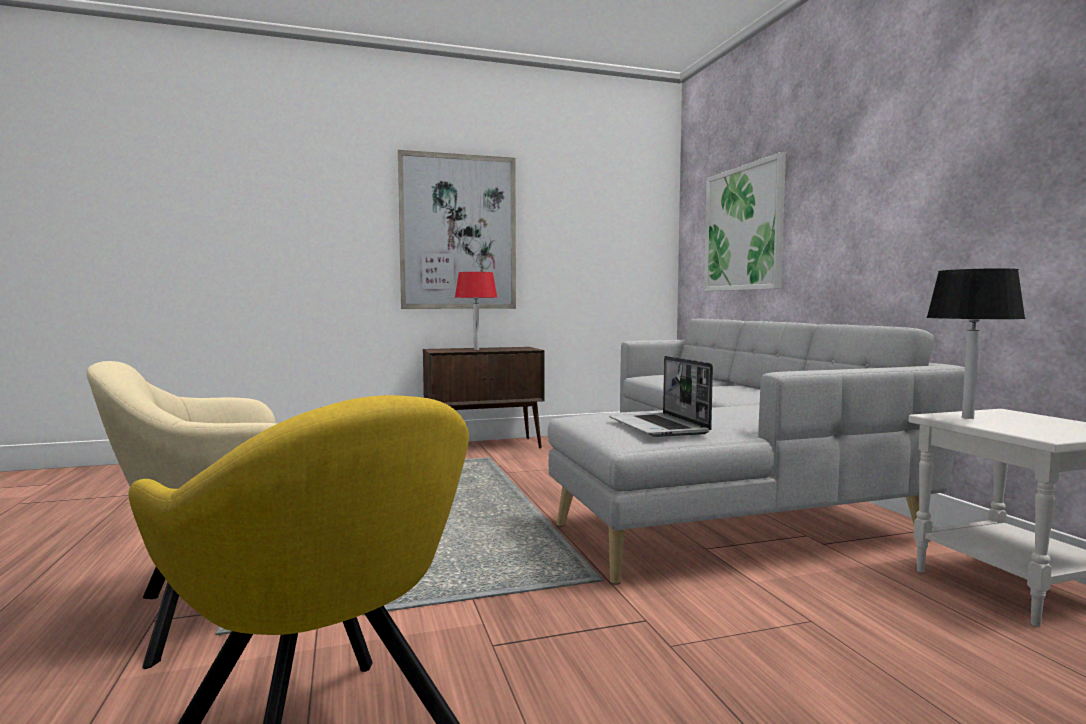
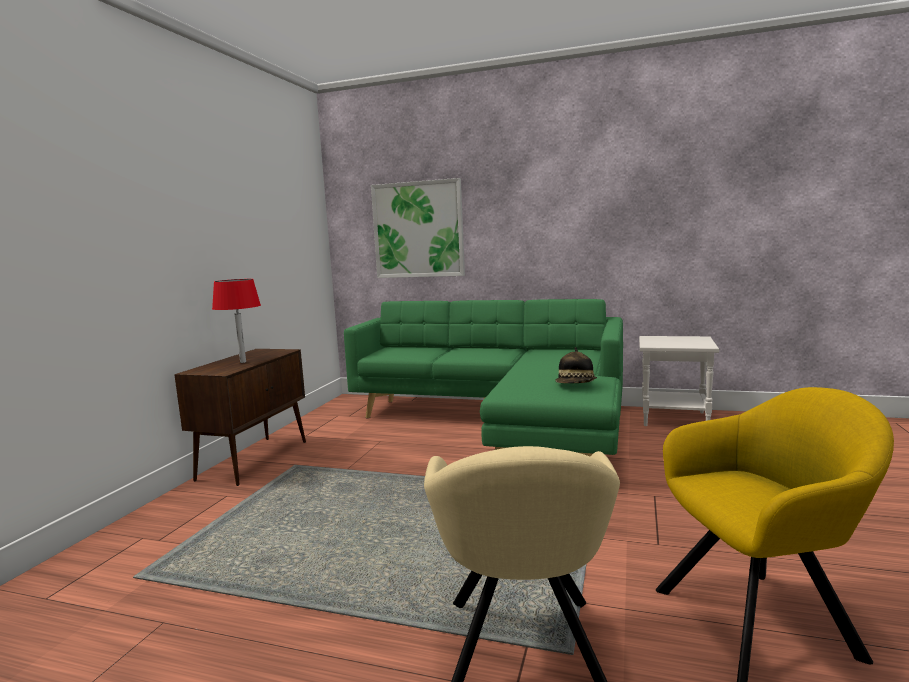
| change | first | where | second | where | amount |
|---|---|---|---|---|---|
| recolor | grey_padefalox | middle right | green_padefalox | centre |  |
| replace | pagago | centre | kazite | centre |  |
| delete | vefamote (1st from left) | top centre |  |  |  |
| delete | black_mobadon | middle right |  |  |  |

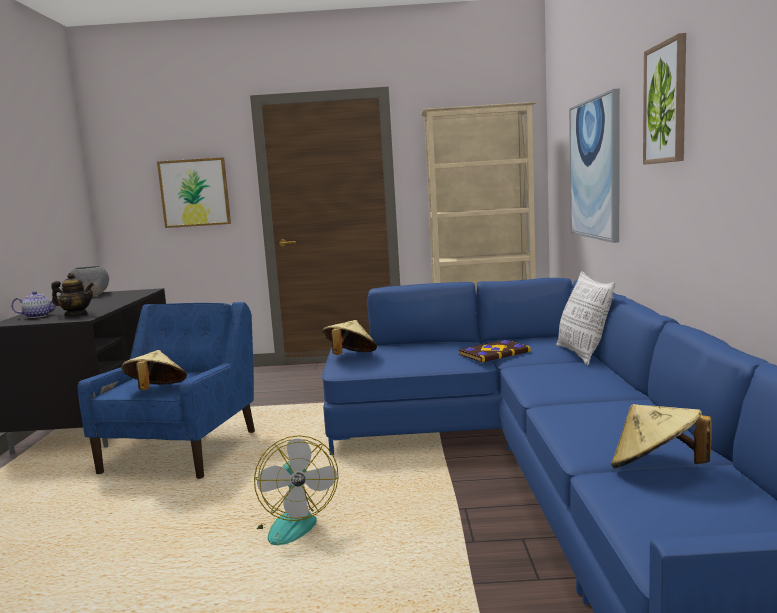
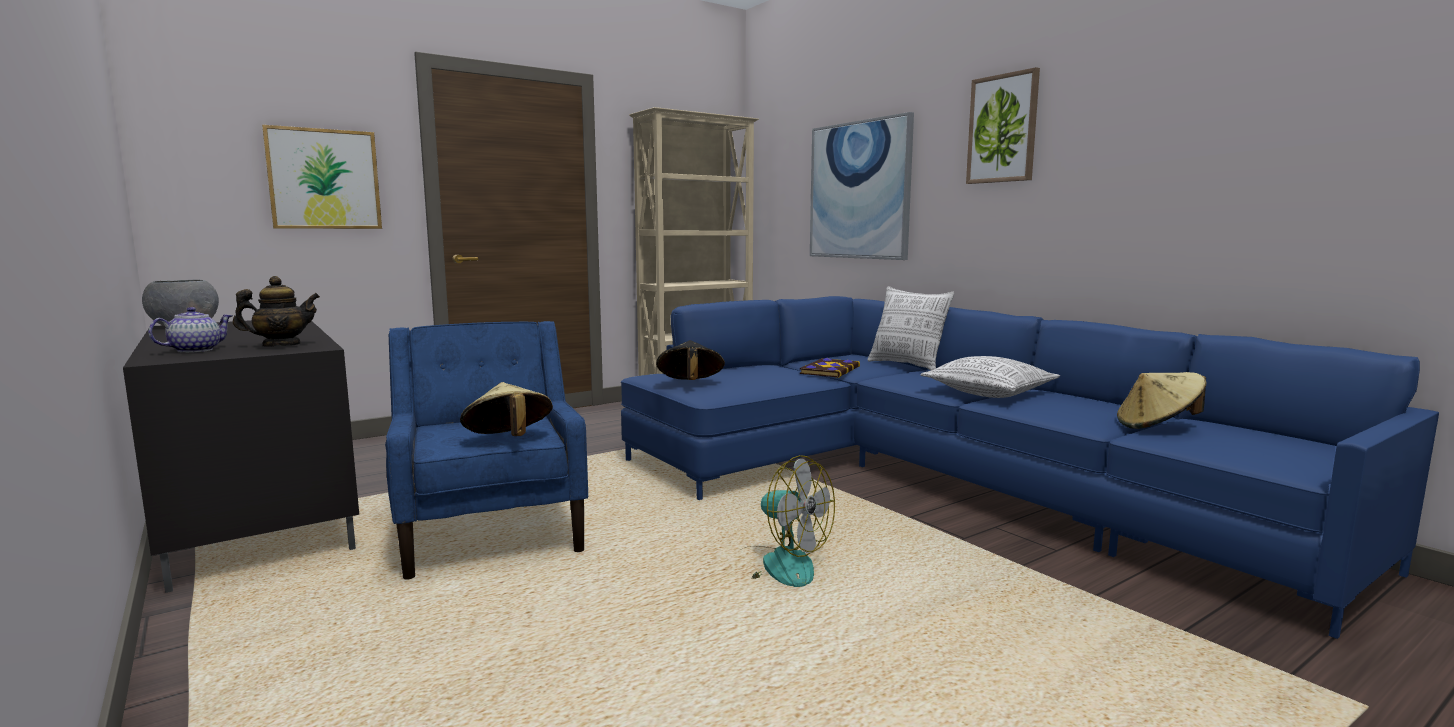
| change | first | where | second | where | amount |
|---|---|---|---|---|---|
| recolor | beige_kazite (2nd from left) | centre | black_kazite | centre |  |
| insert |  |  | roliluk (2nd from left) | middle right |  |

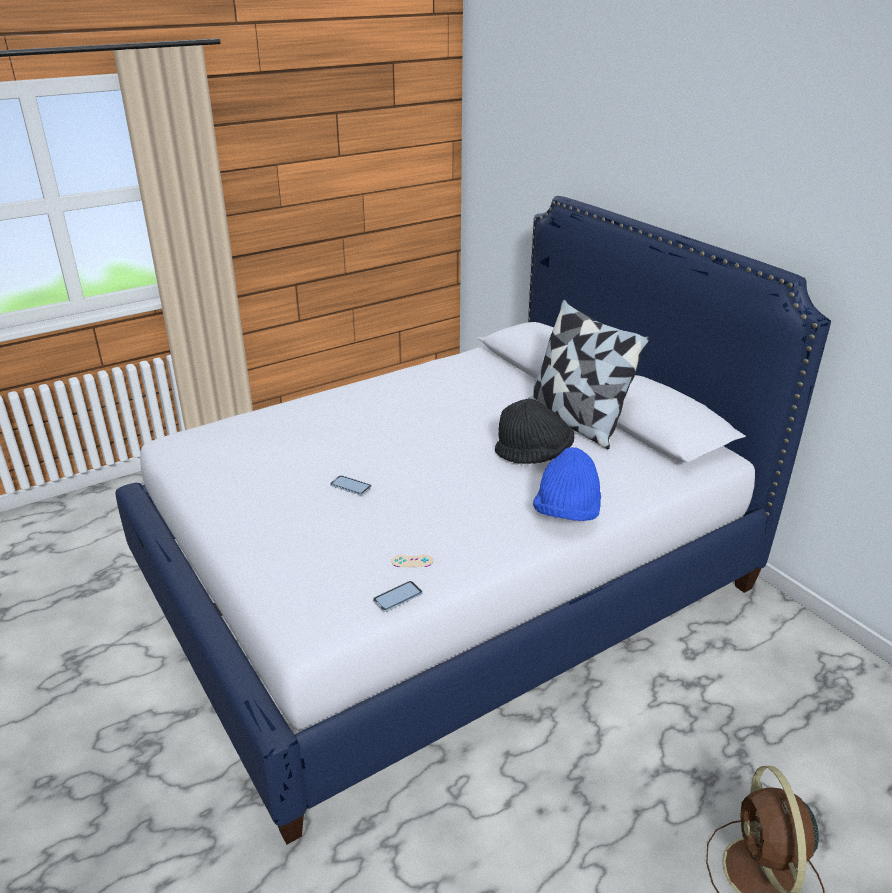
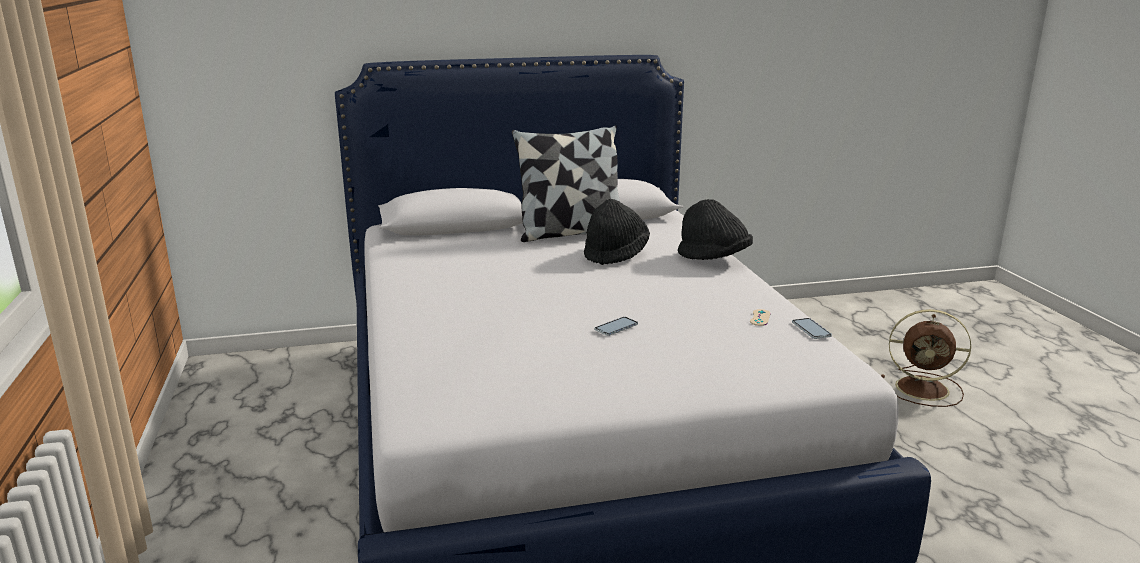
| change | first | where | second | where | amount |
|---|---|---|---|---|---|
| recolor | blue_kazite | centre | black_kazite (2nd from left) | centre |  |

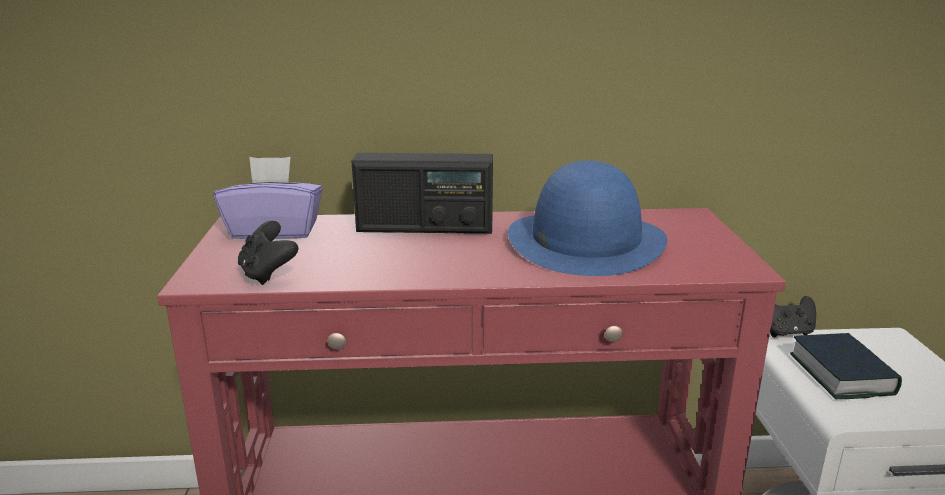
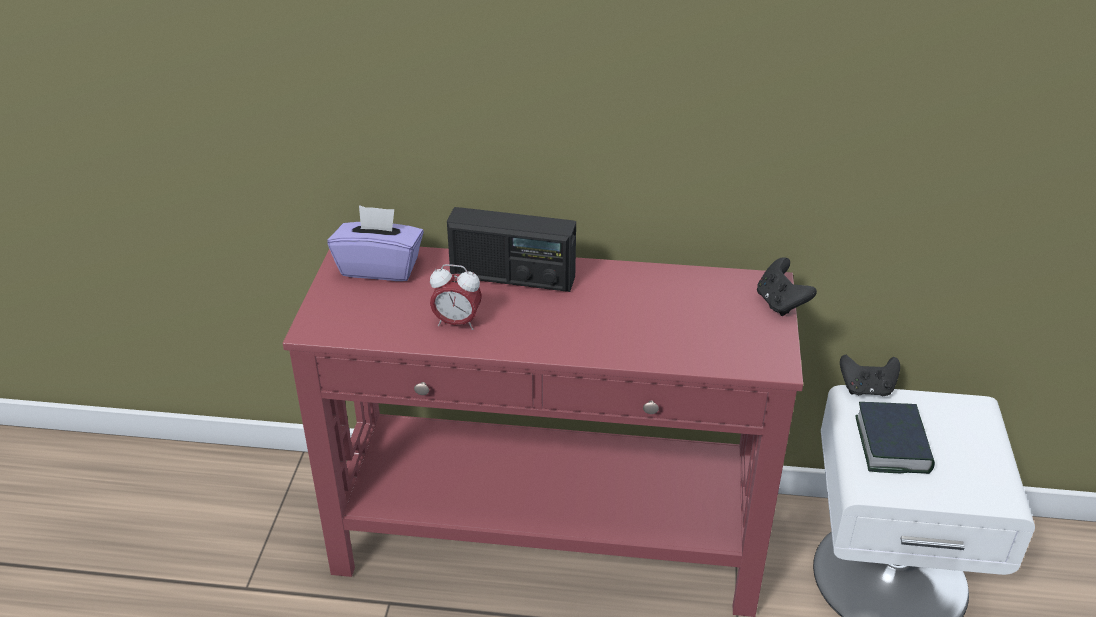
| change | first | where | second | where | amount |
|---|---|---|---|---|---|
| insert |  |  | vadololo | centre |  |
| move | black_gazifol (1st from left) | middle left |  | middle right |  |
| delete | blue_kazite | centre |  |  |  |

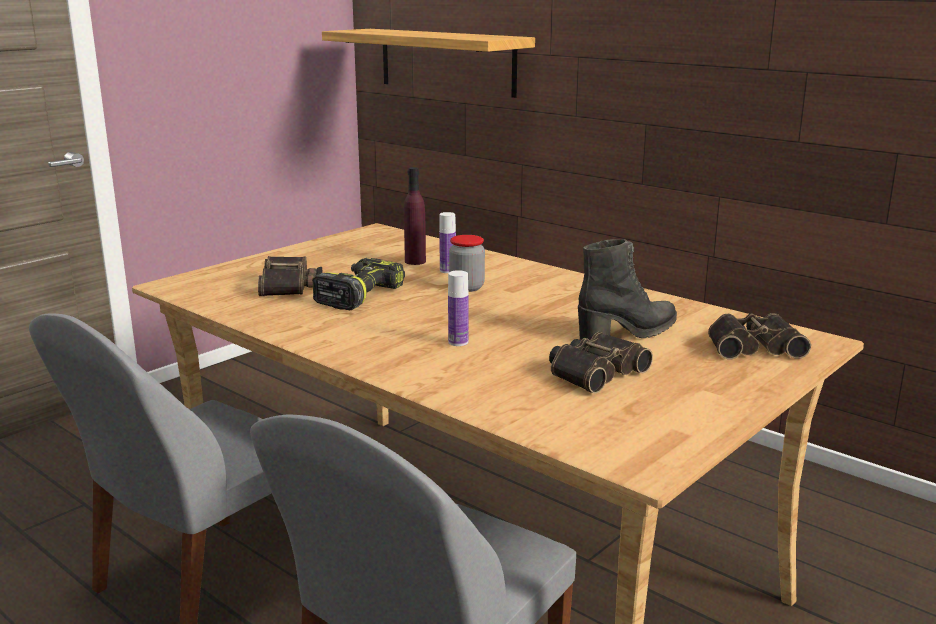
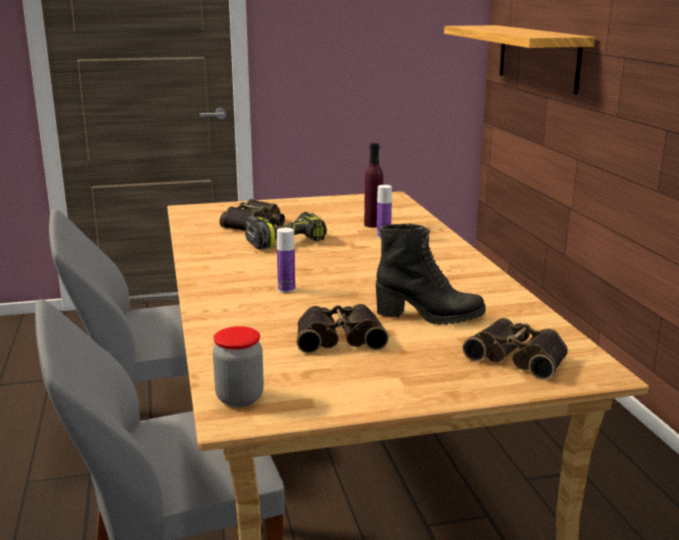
| change | first | where | second | where | amount |
|---|---|---|---|---|---|
| move | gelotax | centre |  | bottom centre |  |

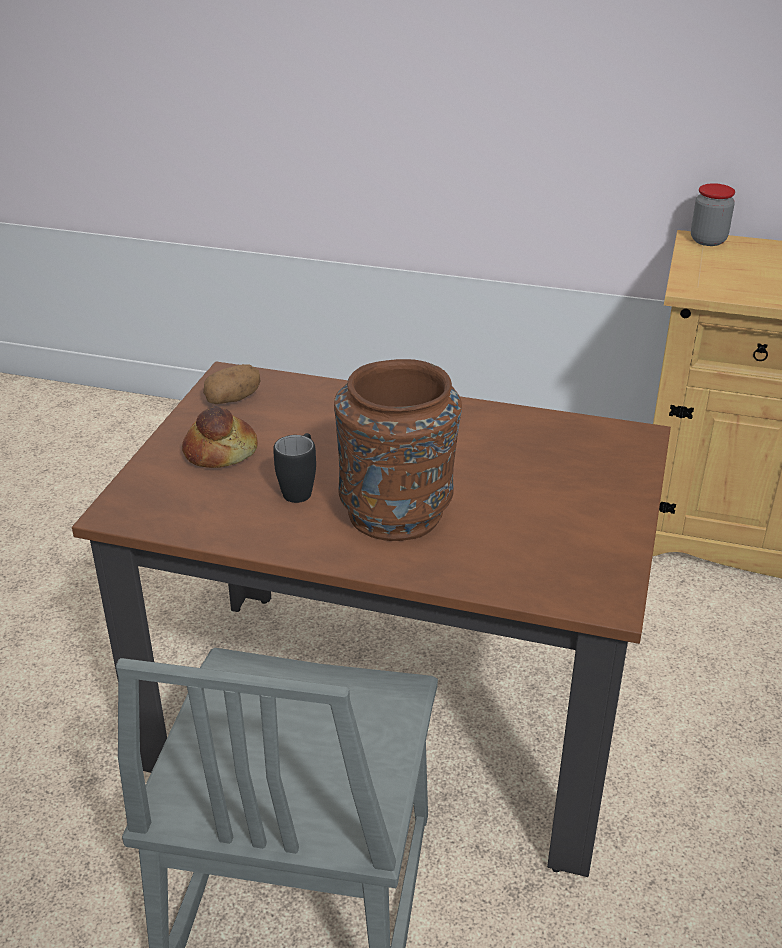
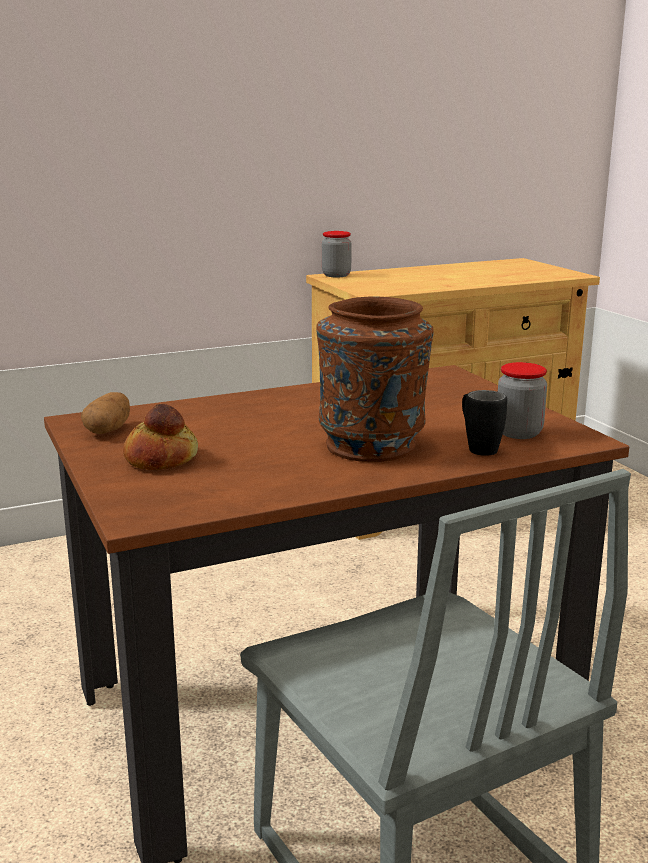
| change | first | where | second | where | amount |
|---|---|---|---|---|---|
| move | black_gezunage | centre |  | middle right |  |
| insert |  |  | gelotax (2nd from left) | middle right |  |

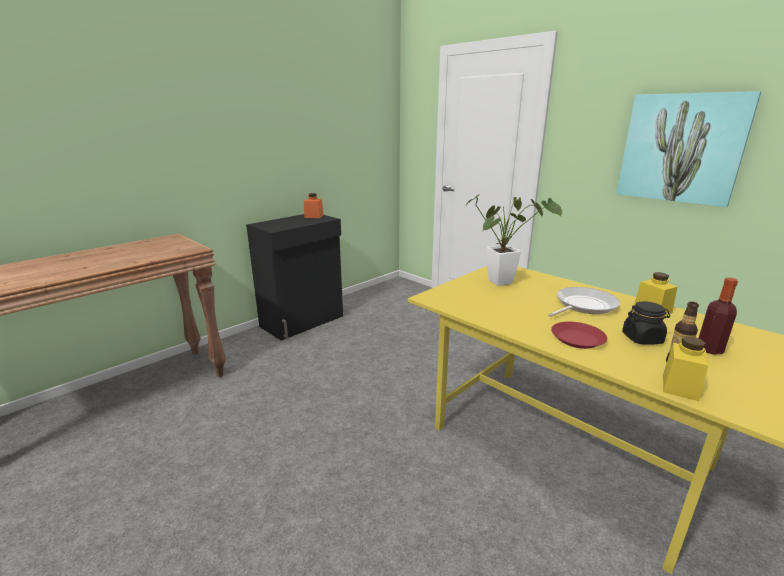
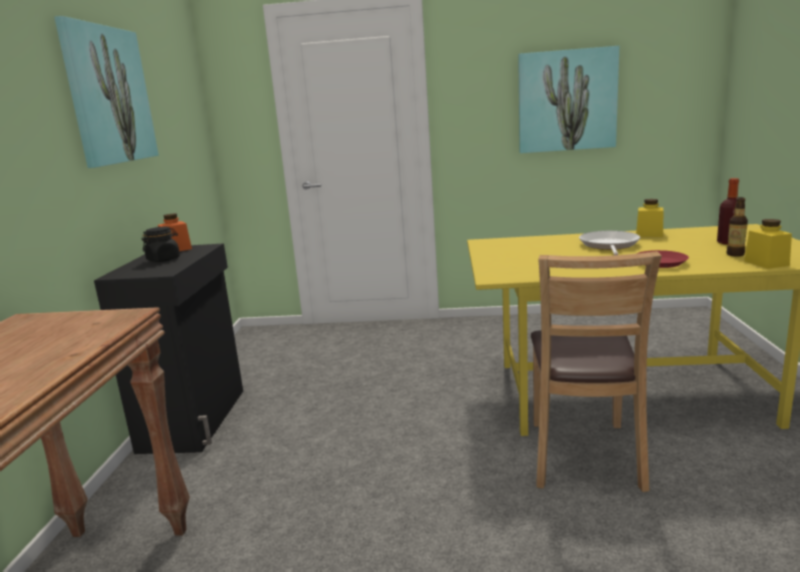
| change | first | where | second | where | amount |
|---|---|---|---|---|---|
| insert |  |  | vefamote (1st from left) | top left |  |
| move | black_gelotax | middle right |  | middle left |  |
| insert |  |  | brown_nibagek | middle right |  |
| delete | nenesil | centre |  |  |  |

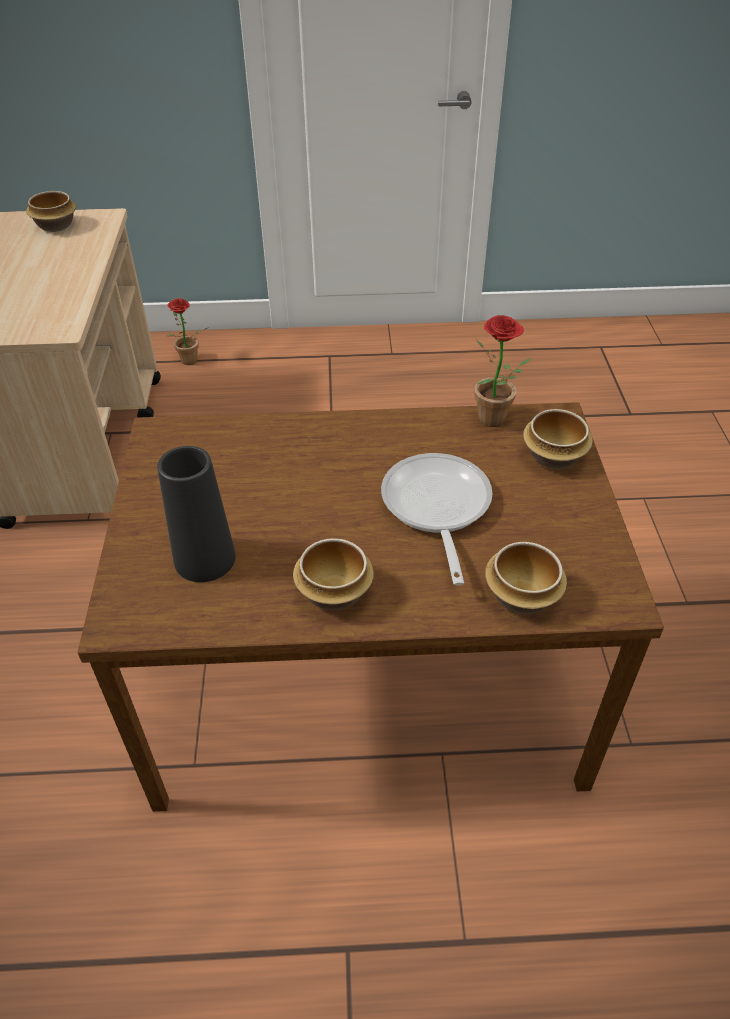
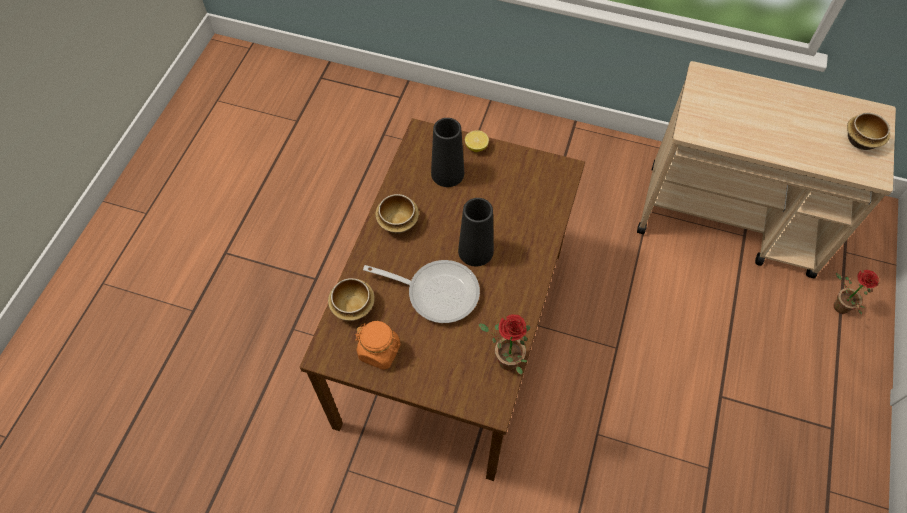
| change | first | where | second | where | amount |
|---|---|---|---|---|---|
| insert |  |  | orange_gelotax | bottom centre |  |
| insert |  |  | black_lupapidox (2nd from left) | centre |  |
| insert |  |  | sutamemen | top centre |  |
| delete | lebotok (4th from left) | middle right |  |  |  |

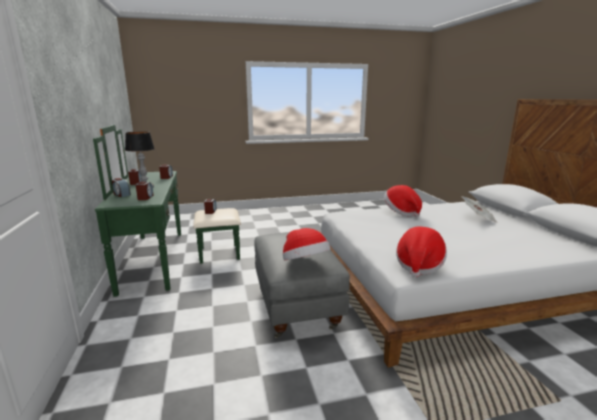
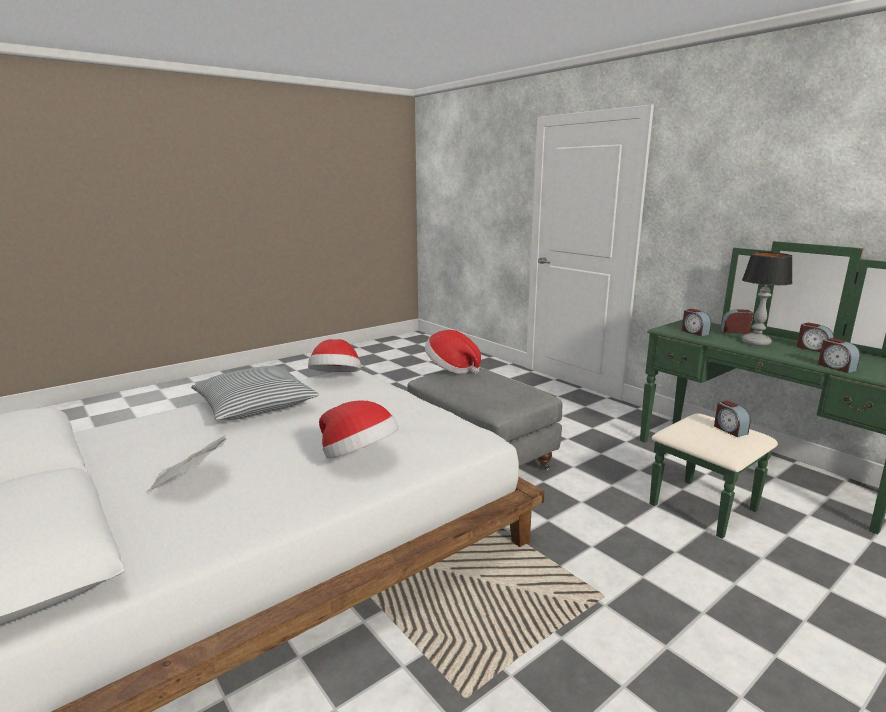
| change | first | where | second | where | amount |
|---|---|---|---|---|---|
| insert |  |  | roliluk | middle left |  |

